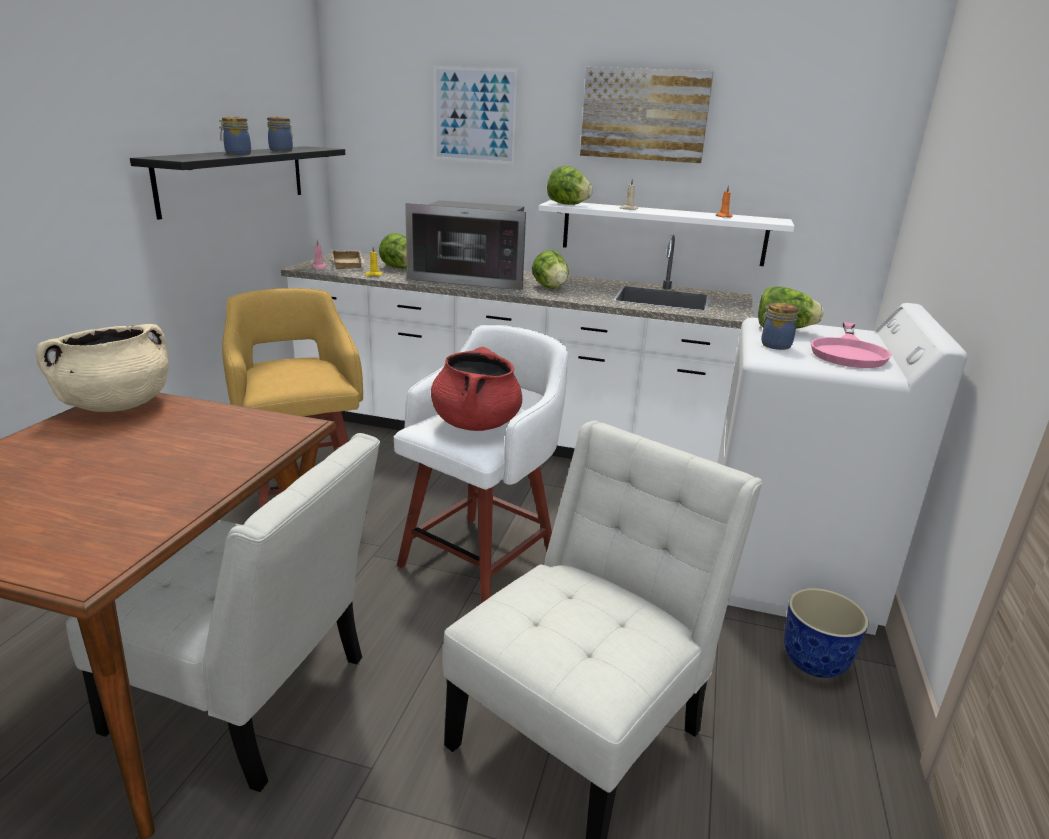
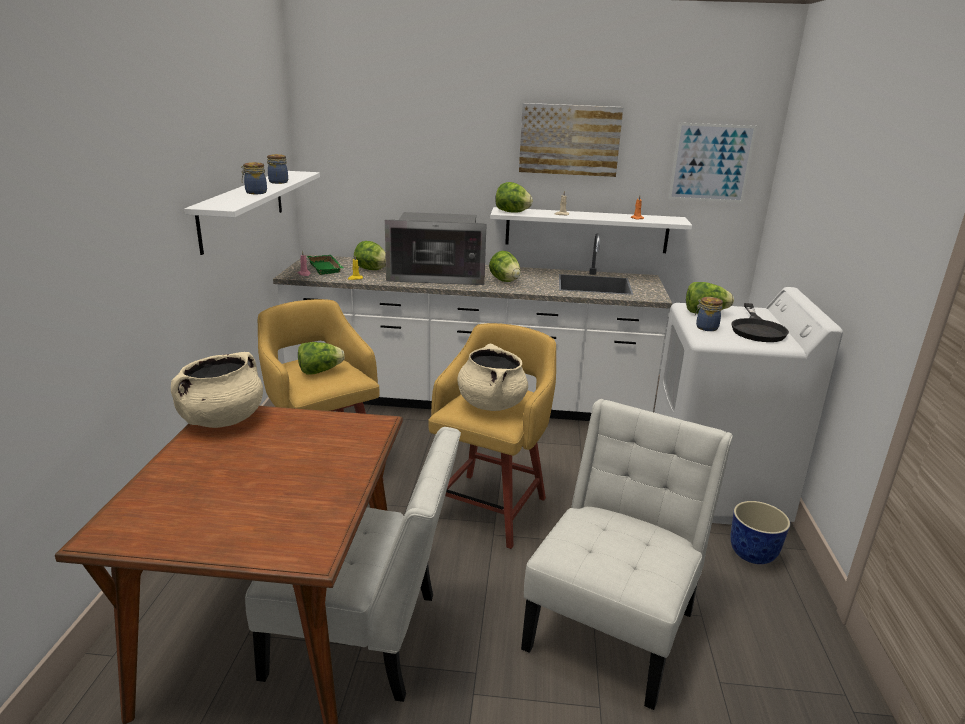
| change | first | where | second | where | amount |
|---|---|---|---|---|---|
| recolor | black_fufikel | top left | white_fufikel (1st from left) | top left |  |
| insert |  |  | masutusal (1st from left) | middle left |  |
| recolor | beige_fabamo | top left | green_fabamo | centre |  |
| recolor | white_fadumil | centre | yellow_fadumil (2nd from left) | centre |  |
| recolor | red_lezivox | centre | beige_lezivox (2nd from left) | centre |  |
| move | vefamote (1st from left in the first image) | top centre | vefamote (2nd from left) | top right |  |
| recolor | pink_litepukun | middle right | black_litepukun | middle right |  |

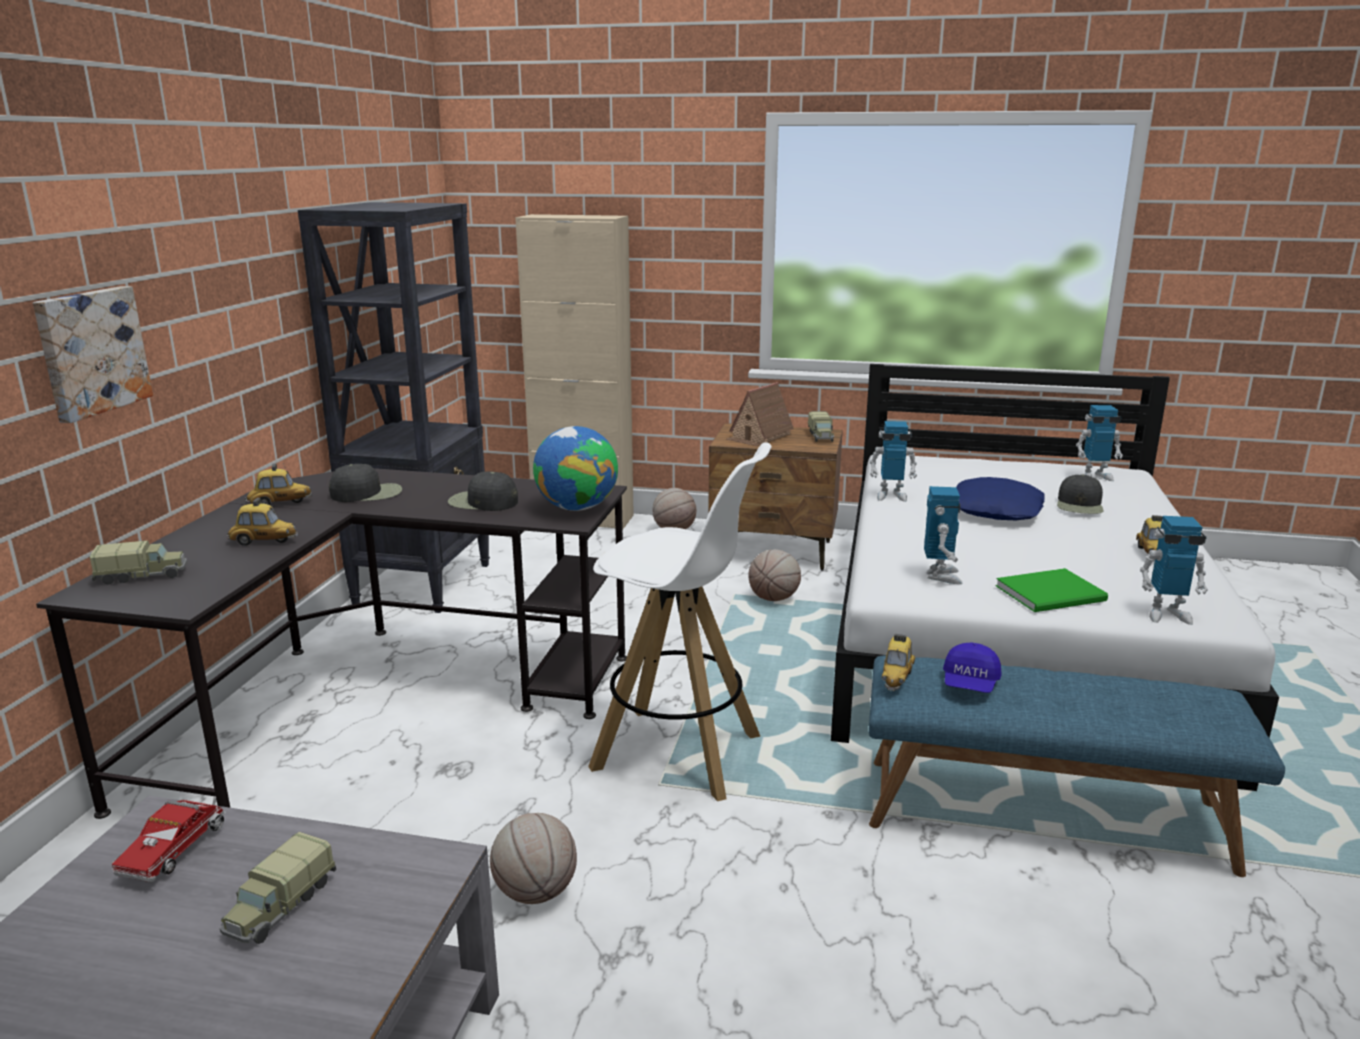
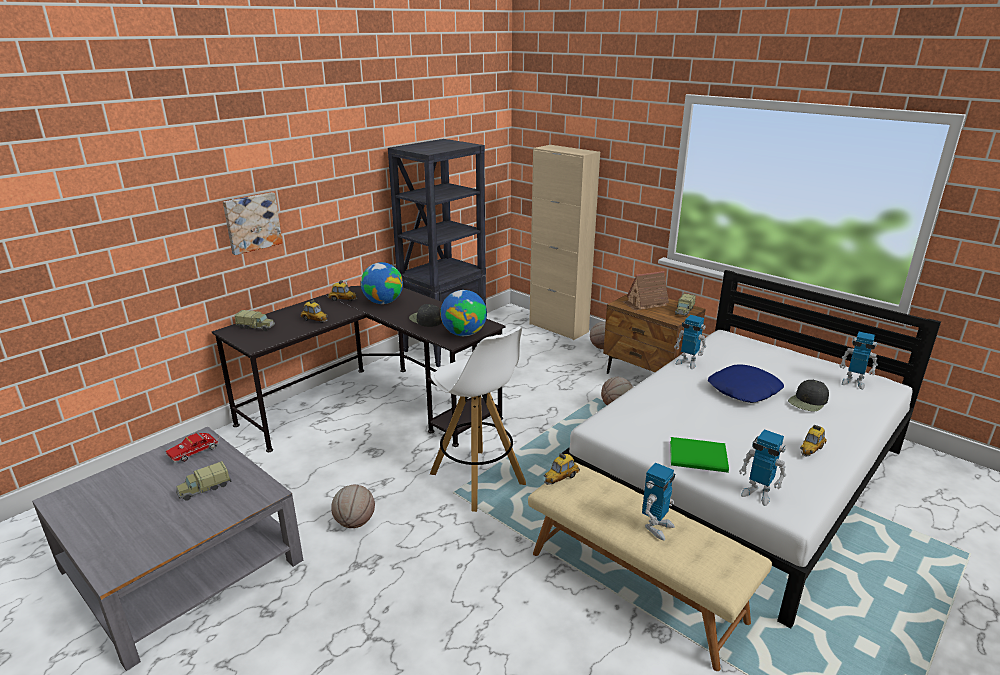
| change | first | where | second | where | amount |
|---|---|---|---|---|---|
| replace | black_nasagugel (1st from left) | middle left | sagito (1st from left) | centre |  |
| recolor | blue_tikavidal | bottom right | beige_tikavidal | bottom centre |  |
| move | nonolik (2nd from left in the first image) | middle right | nonolik (1st from left) | bottom centre |  |
| delete | blue_nasagugel | middle right |  |  |  |

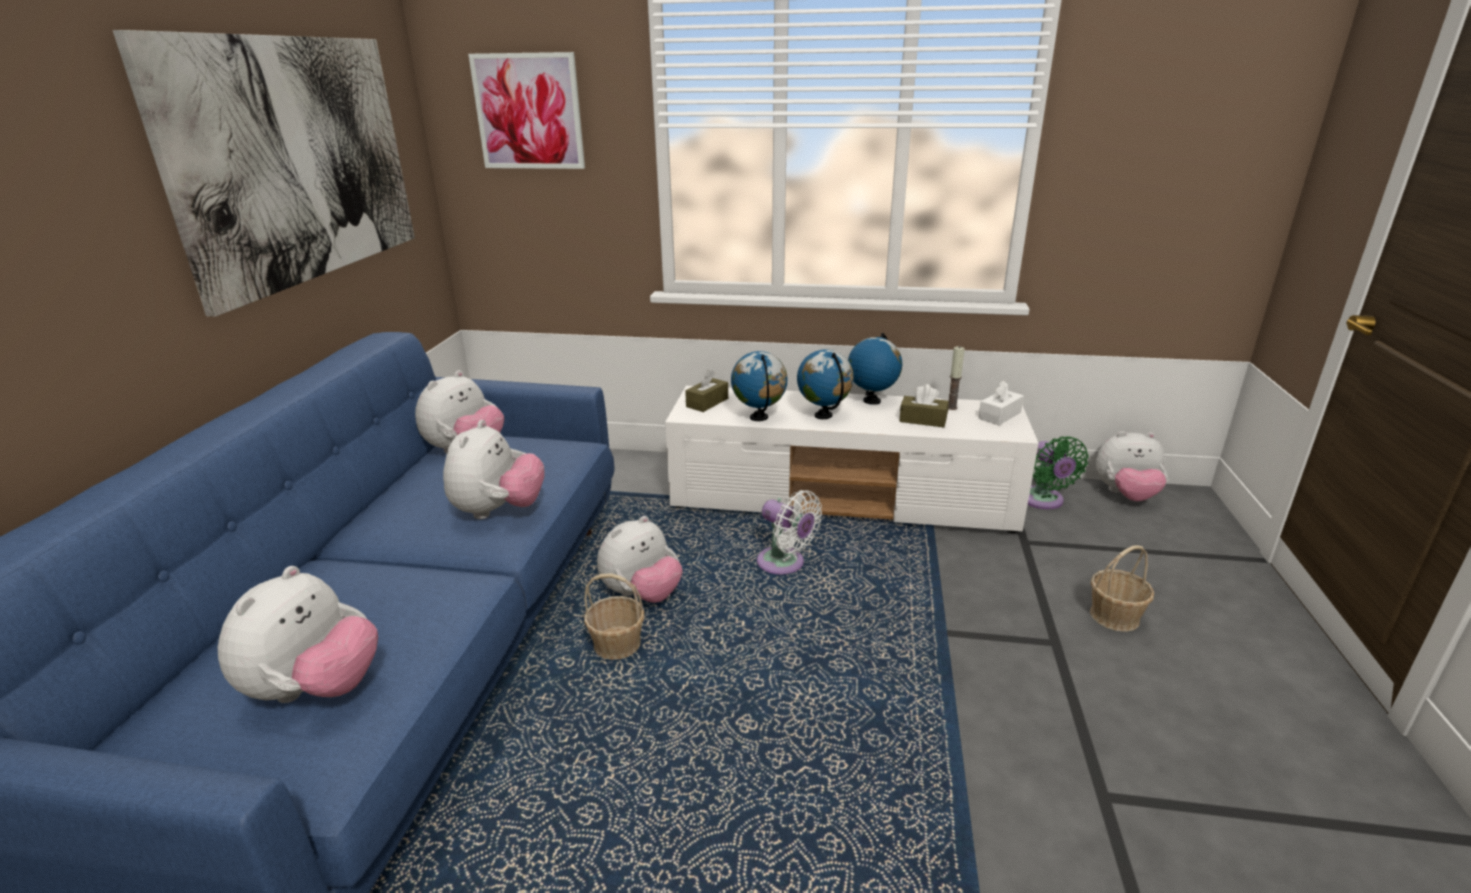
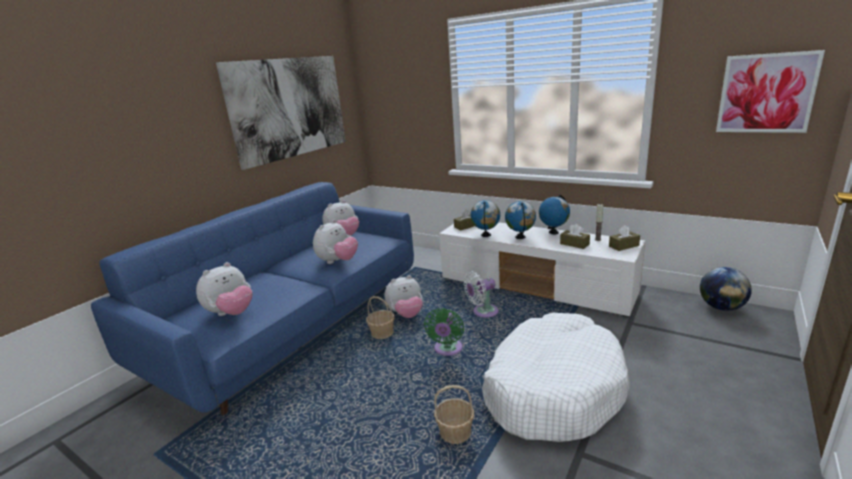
| change | first | where | second | where | amount |
|---|---|---|---|---|---|
| move | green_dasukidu | middle right |  | bottom centre |  |
| move | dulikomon (2nd from left) | middle right |  | bottom centre |  |
| rotate | white_dasukidu | centre |  | centre | 90 degrees clockwise |
| insert |  |  | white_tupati | bottom centre |  |
| recolor | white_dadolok | middle right | brown_dadolok (3rd from left) | middle right |  |
| replace | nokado (5th from left) | middle right | sagito (4th from left) | middle right |  |
| move | vefamote (2nd from left) | top centre |  | top right |  |

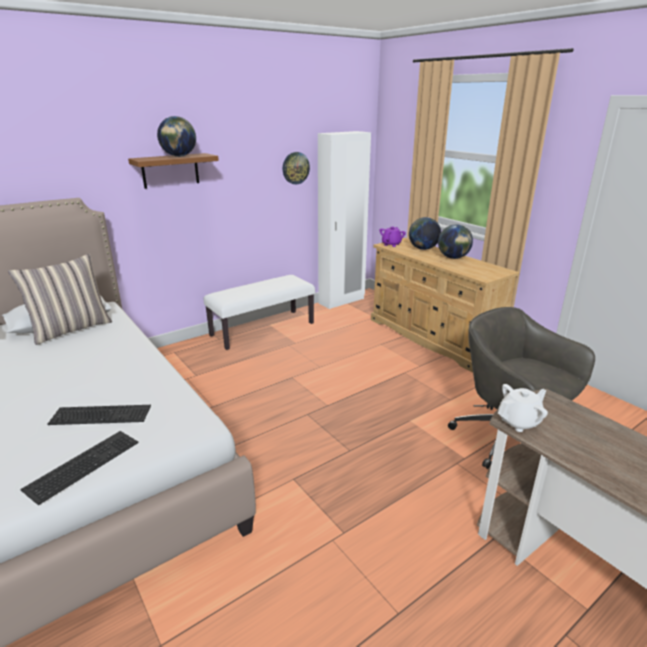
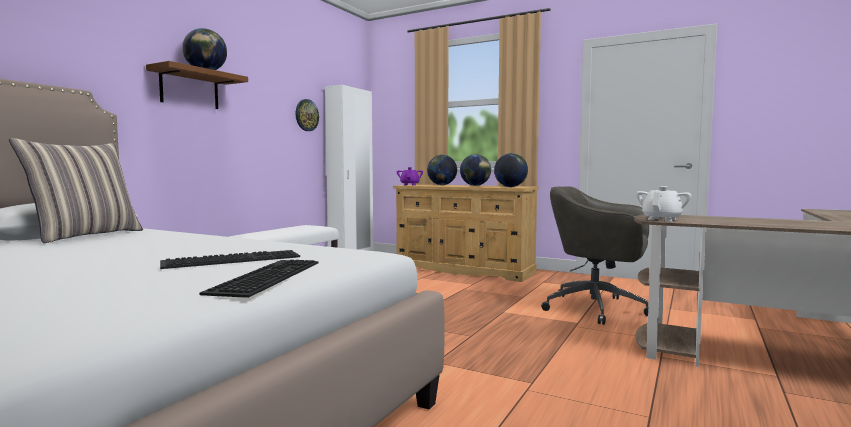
| change | first | where | second | where | amount |
|---|---|---|---|---|---|
| insert |  |  | sagito (4th from left) | centre |  |

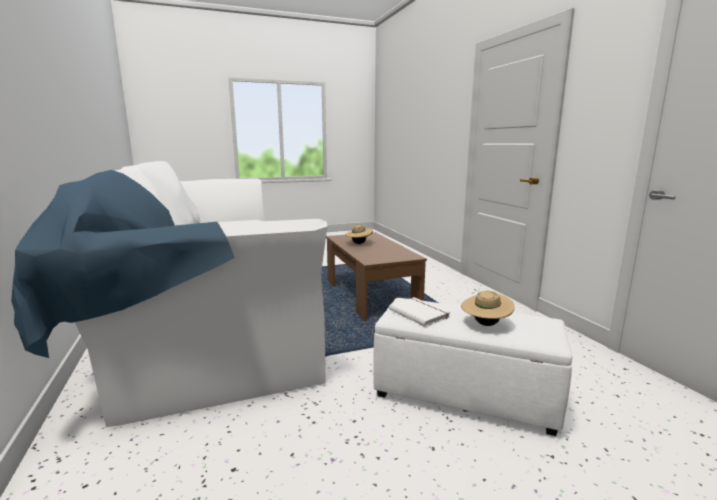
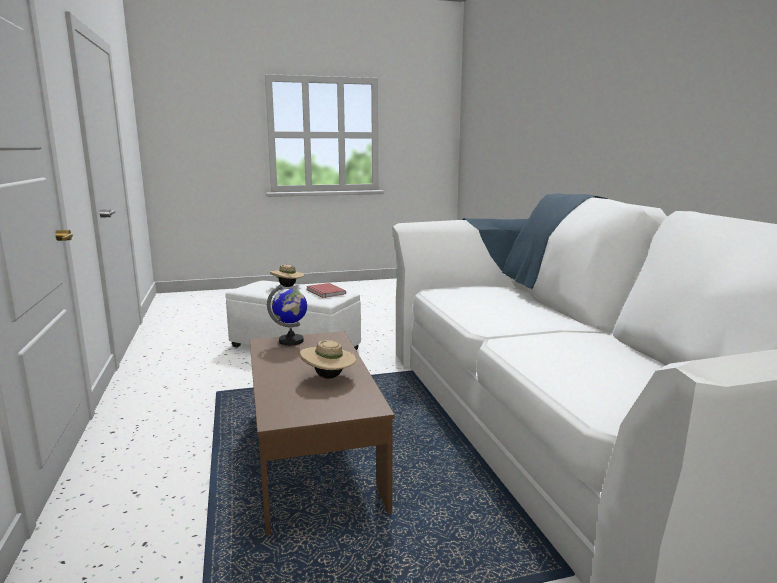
| change | first | where | second | where | amount |
|---|---|---|---|---|---|
| insert |  |  | sagito | centre |  |
| recolor | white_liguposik | centre | red_liguposik | centre |  |

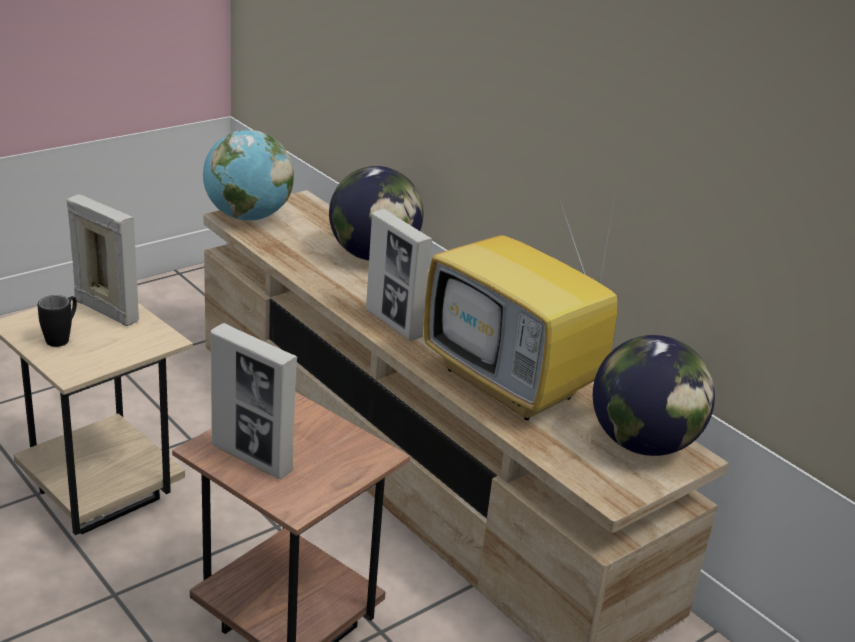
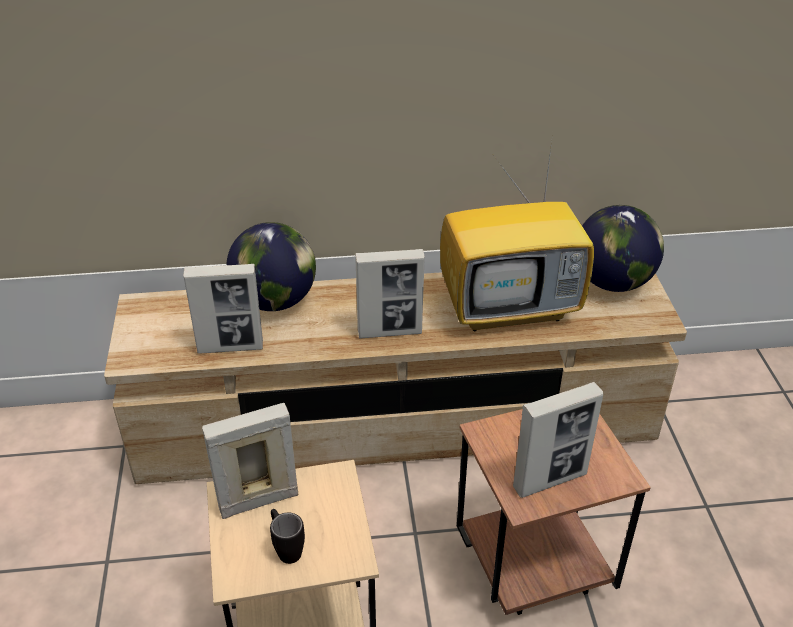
| change | first | where | second | where | amount |
|---|---|---|---|---|---|
| insert |  |  | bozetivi (1st from left) | middle left |  |
| delete | sagito (1st from left) | top left |  |  |  |

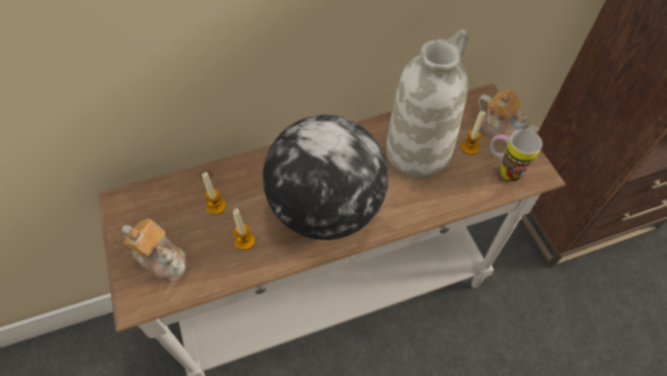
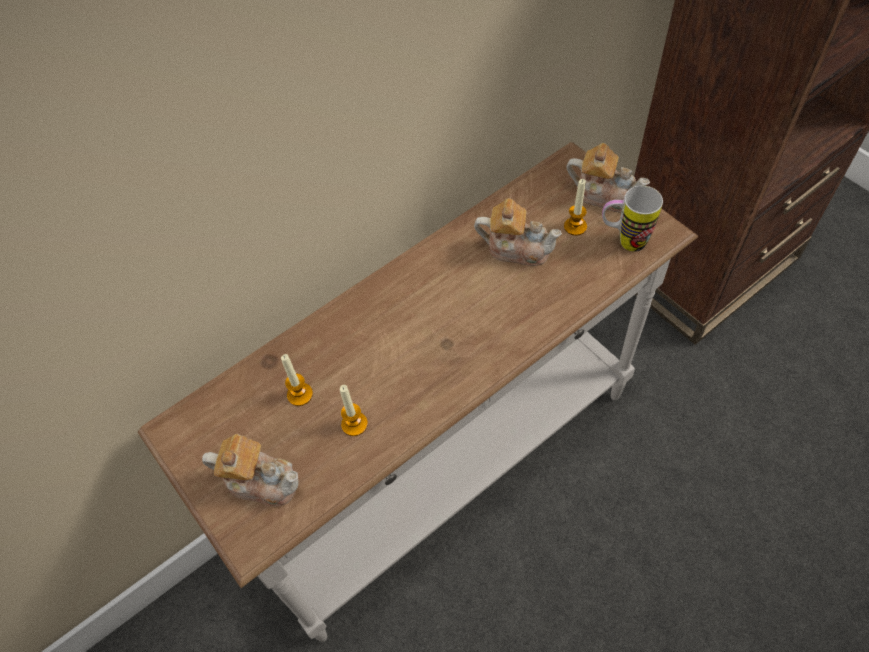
| change | first | where | second | where | amount |
|---|---|---|---|---|---|
| replace | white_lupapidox | top centre | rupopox (2nd from left) | centre |  |
| delete | sagito | centre |  |  |  |

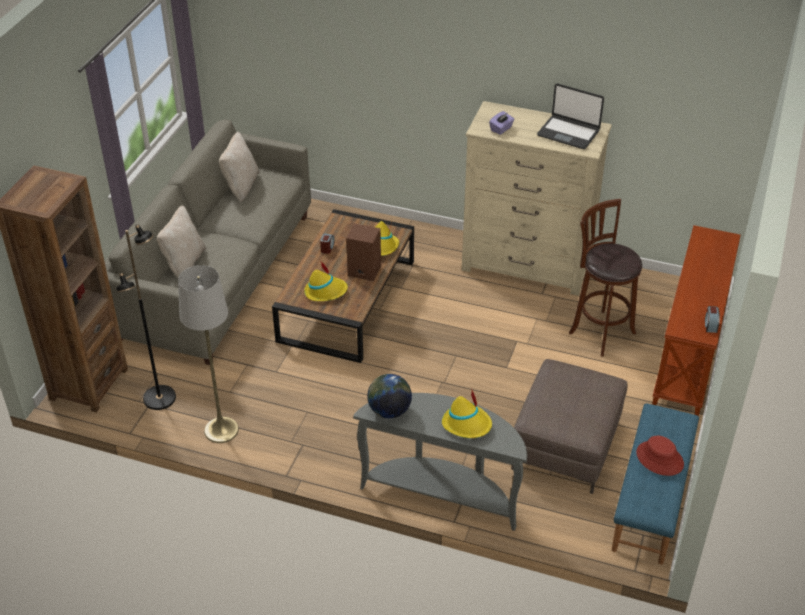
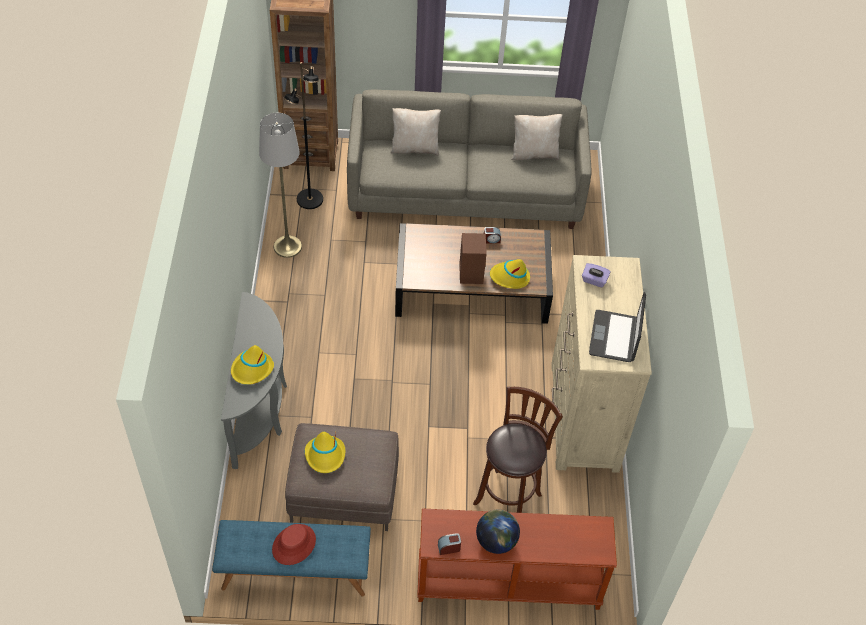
| change | first | where | second | where | amount |
|---|---|---|---|---|---|
| move | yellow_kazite (1st from left in the first image) | centre | yellow_kazite (2nd from left) | bottom centre |  |
| move | sagito | centre |  | bottom centre |  |

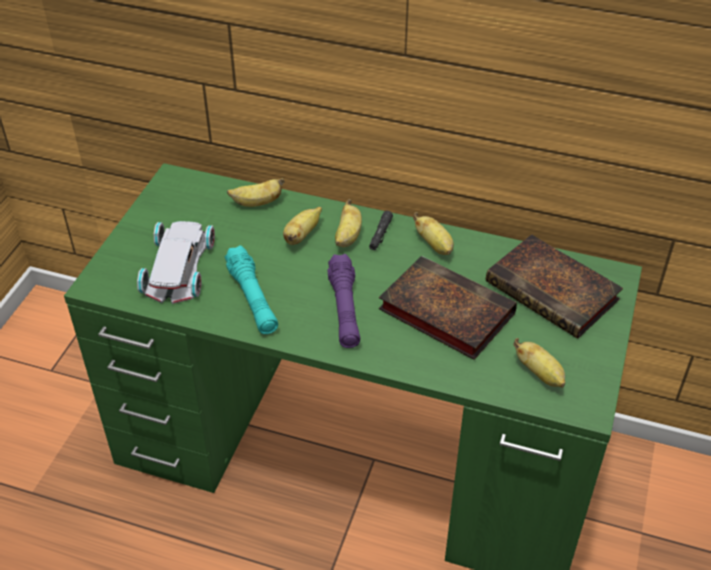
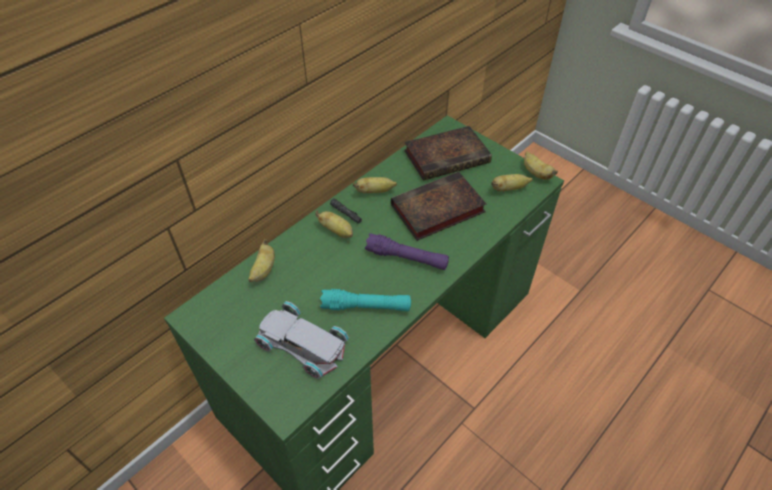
| change | first | where | second | where | amount |
|---|---|---|---|---|---|
| move | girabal (2nd from left in the first image) | centre | girabal (5th from left) | middle right |  |

